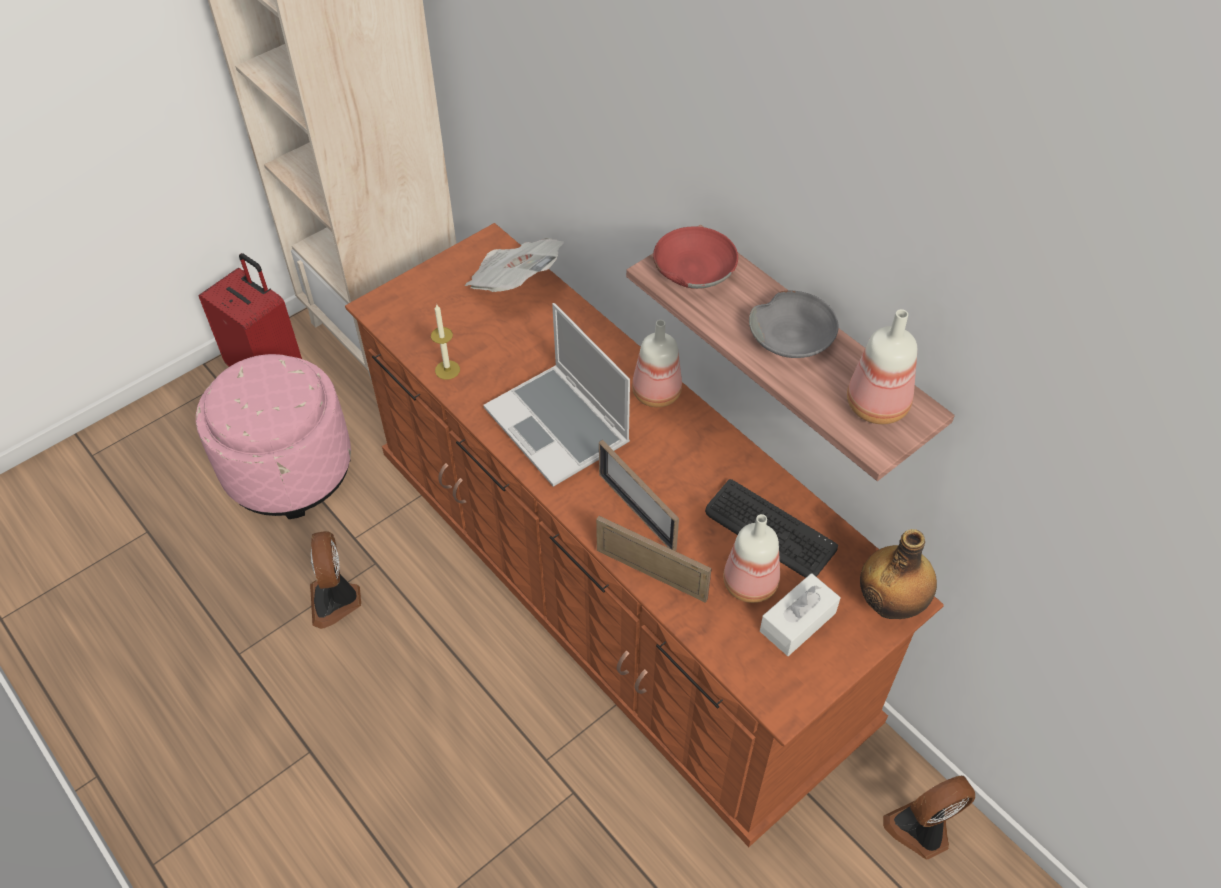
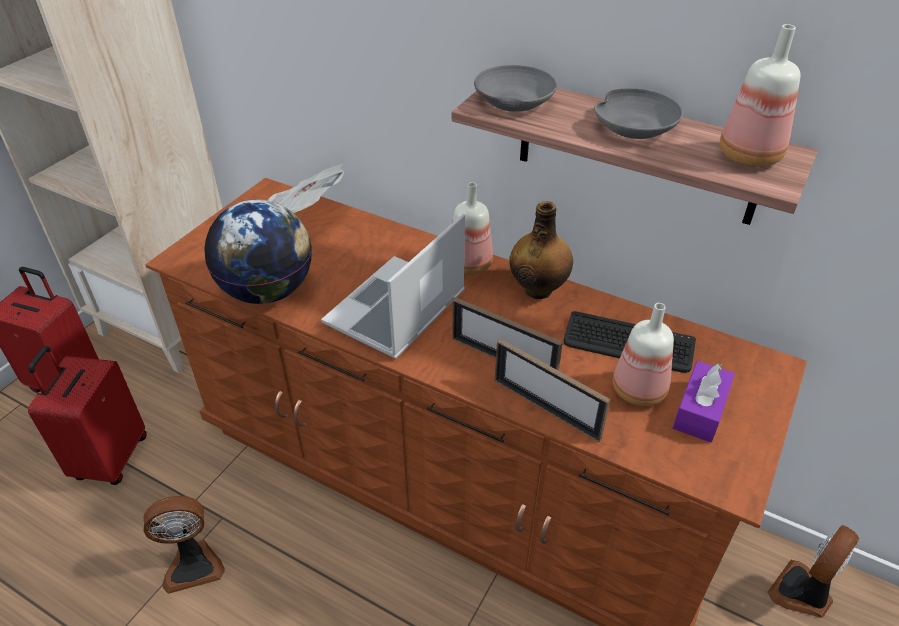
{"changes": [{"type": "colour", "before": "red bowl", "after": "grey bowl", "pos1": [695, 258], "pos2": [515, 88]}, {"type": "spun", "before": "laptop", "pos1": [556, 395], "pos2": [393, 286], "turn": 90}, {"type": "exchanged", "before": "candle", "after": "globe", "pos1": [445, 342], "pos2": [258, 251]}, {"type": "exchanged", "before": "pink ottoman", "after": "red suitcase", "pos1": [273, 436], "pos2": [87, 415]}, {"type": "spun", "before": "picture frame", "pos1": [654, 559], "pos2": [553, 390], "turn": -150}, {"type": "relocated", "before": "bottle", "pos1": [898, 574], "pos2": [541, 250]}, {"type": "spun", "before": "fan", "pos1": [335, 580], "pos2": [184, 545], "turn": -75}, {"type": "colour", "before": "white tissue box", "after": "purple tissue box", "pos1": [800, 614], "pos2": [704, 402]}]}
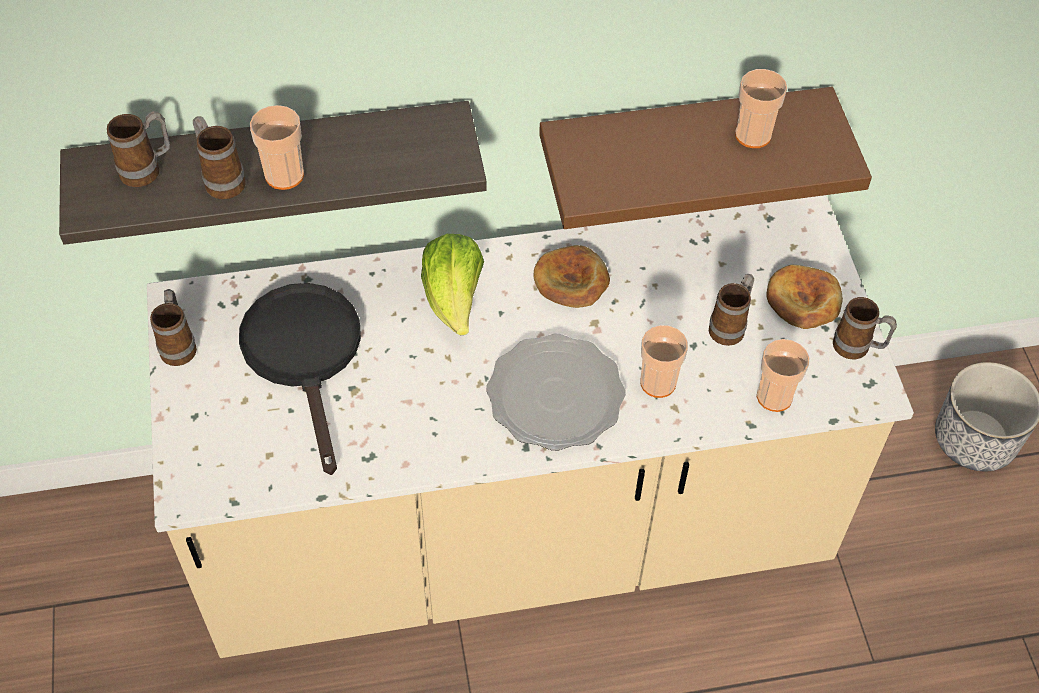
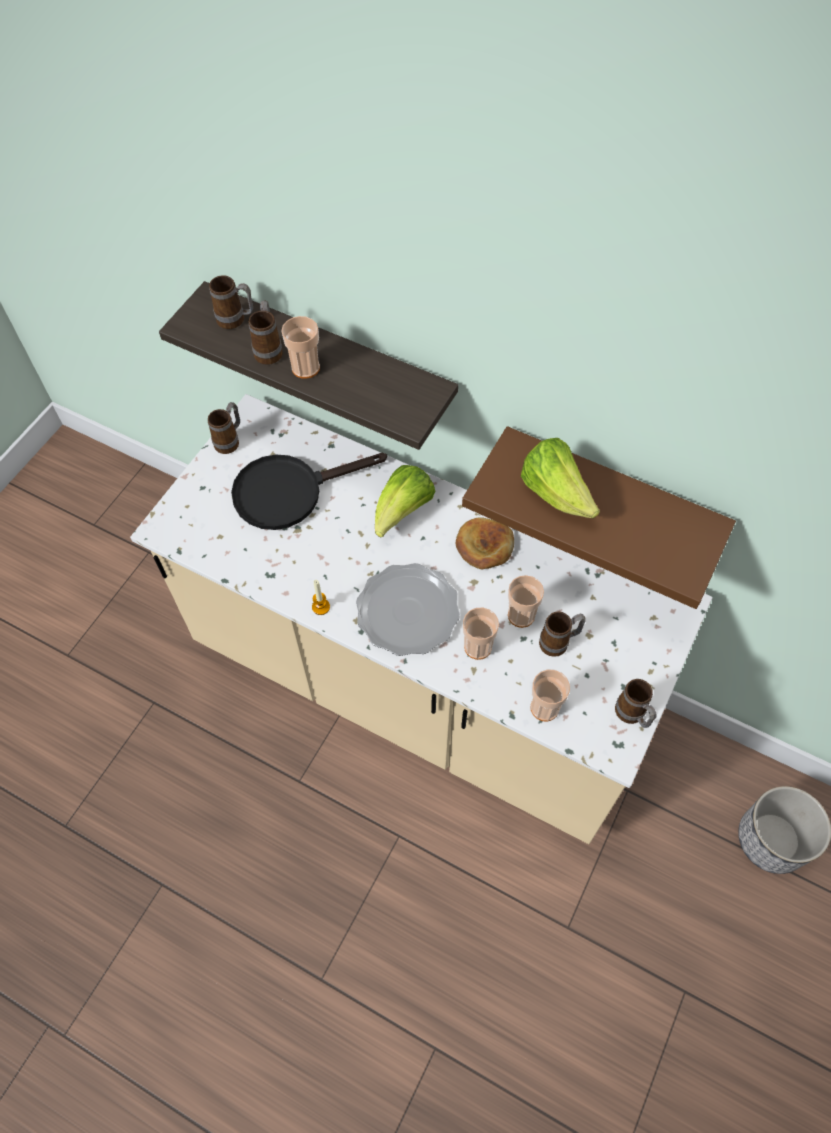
{"changes": [{"type": "relocated", "before": "cup", "pos1": [761, 108], "pos2": [526, 601]}, {"type": "missing", "before": "bread", "pos1": [804, 296]}, {"type": "spun", "before": "black frying pan", "pos1": [300, 379], "pos2": [309, 491], "turn": -135}, {"type": "appeared", "after": "lettuce", "pos2": [560, 478]}, {"type": "appeared", "after": "candle", "pos2": [321, 597]}]}
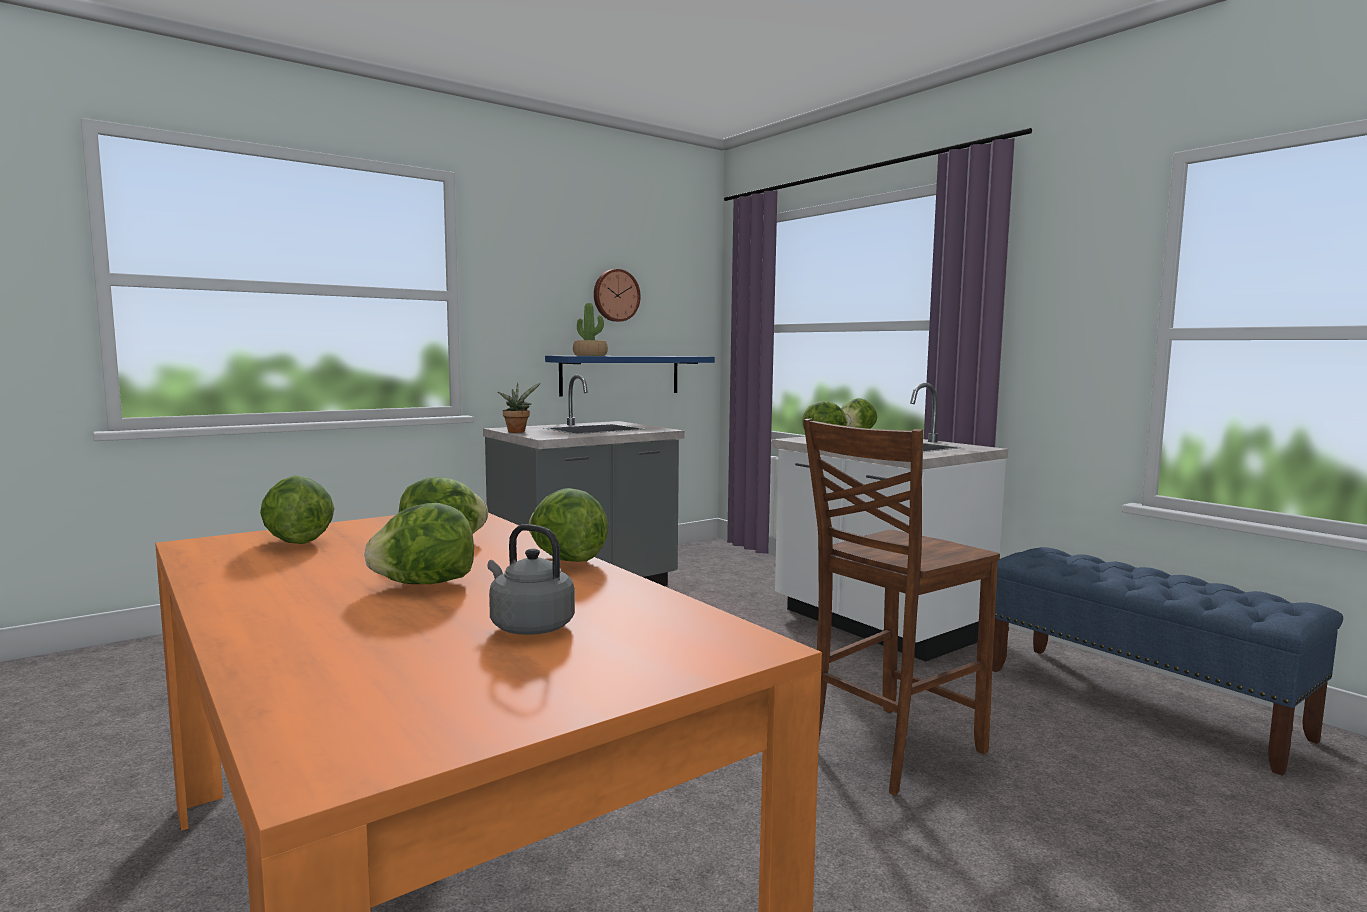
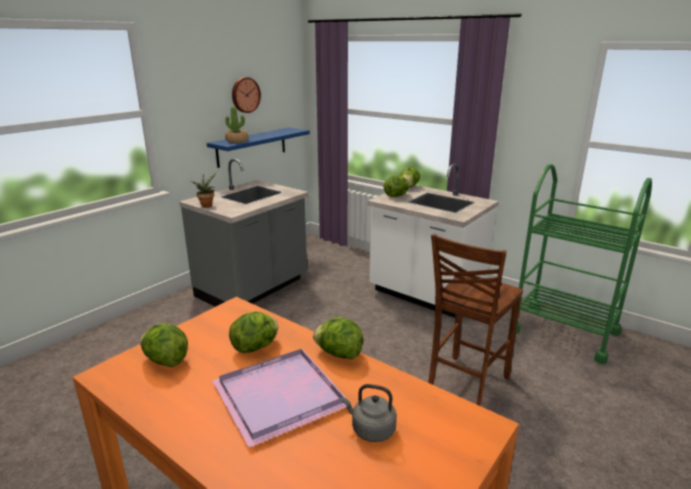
{"changes": [{"type": "exchanged", "before": "lettuce", "after": "purple tray", "pos1": [419, 543], "pos2": [282, 398]}, {"type": "exchanged", "before": "blue bench", "after": "green cart", "pos1": [1167, 661], "pos2": [584, 264]}]}
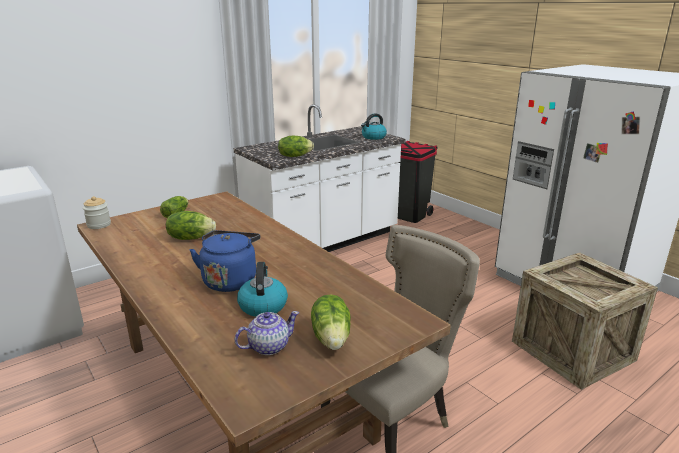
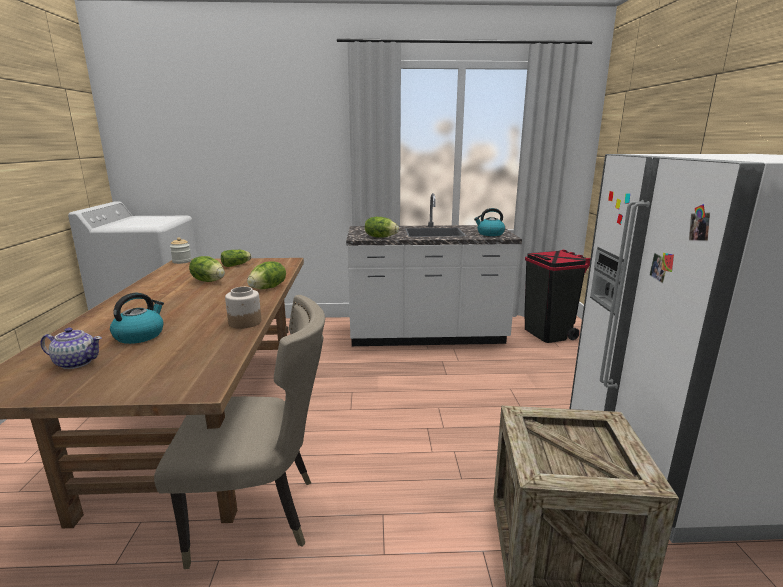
{"changes": [{"type": "missing", "before": "blue kettle", "pos1": [225, 261]}, {"type": "relocated", "before": "lettuce", "pos1": [331, 322], "pos2": [266, 275]}, {"type": "appeared", "after": "jar", "pos2": [243, 308]}]}
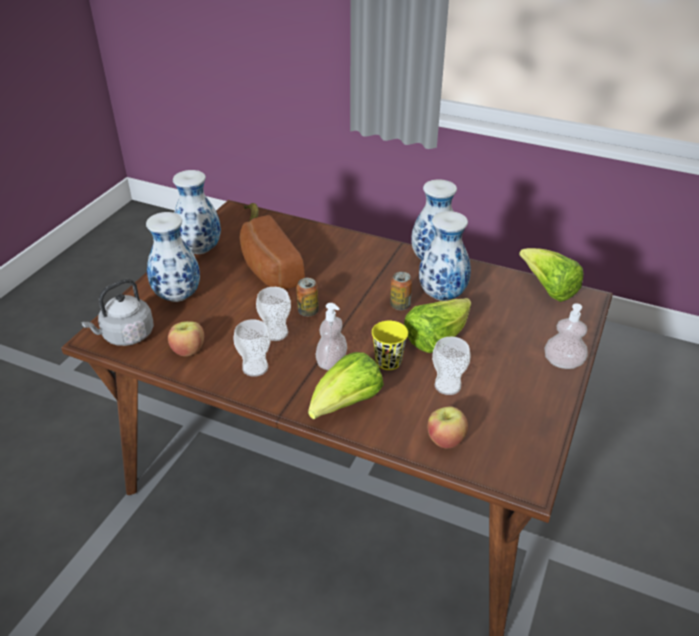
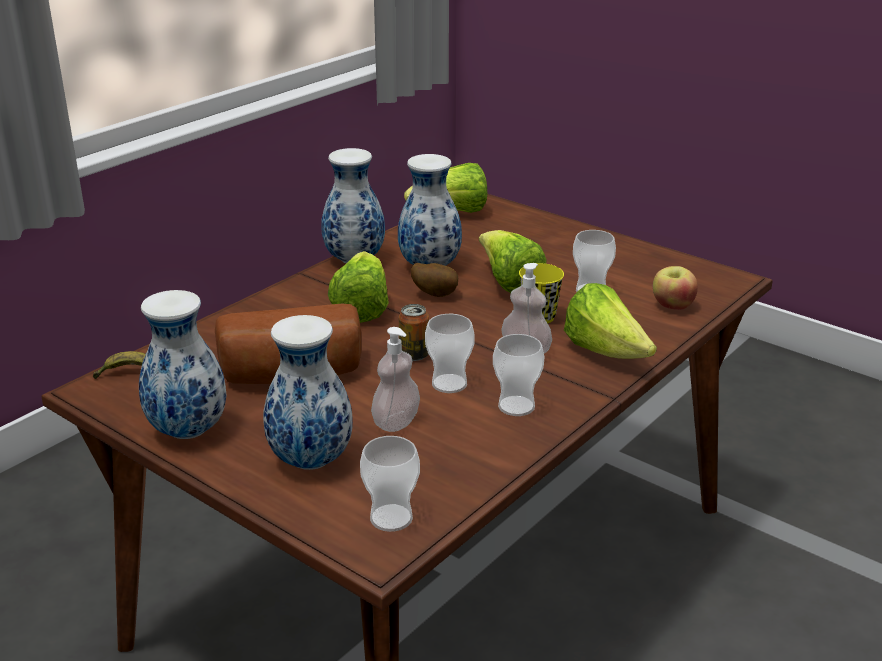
{"changes": [{"type": "exchanged", "before": "can", "after": "potato", "pos1": [401, 291], "pos2": [434, 280]}, {"type": "exchanged", "before": "grey kettle", "after": "cup", "pos1": [118, 312], "pos2": [390, 484]}, {"type": "relocated", "before": "soap dispenser", "pos1": [566, 336], "pos2": [395, 379]}, {"type": "missing", "before": "apple", "pos1": [186, 338]}, {"type": "appeared", "after": "lettuce", "pos2": [358, 287]}]}
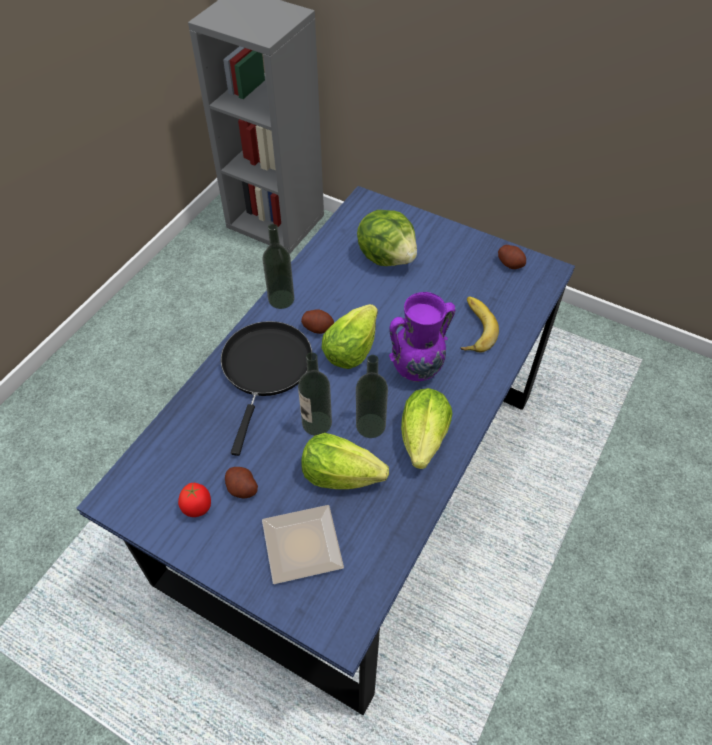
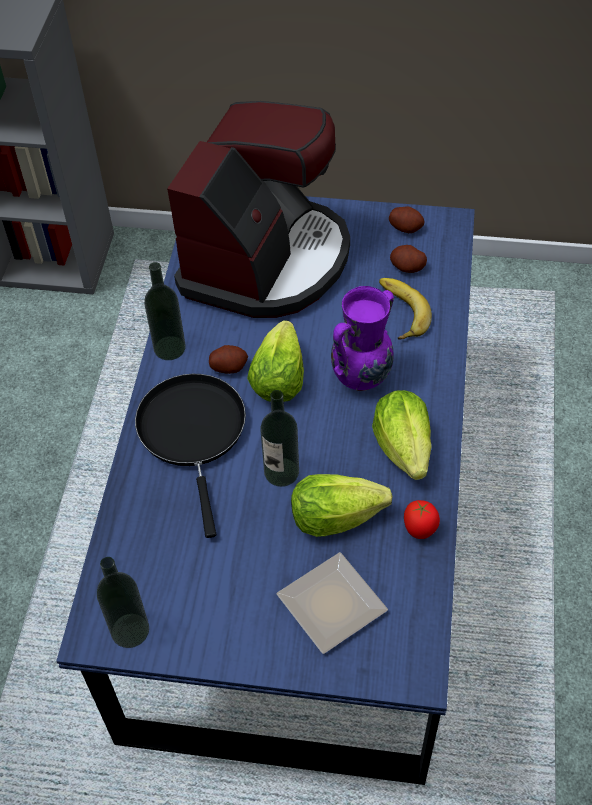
{"changes": [{"type": "exchanged", "before": "lettuce", "after": "coffee machine", "pos1": [387, 238], "pos2": [258, 209]}, {"type": "relocated", "before": "bottle", "pos1": [372, 396], "pos2": [123, 602]}, {"type": "relocated", "before": "potato", "pos1": [241, 483], "pos2": [408, 259]}, {"type": "relocated", "before": "tomato", "pos1": [194, 500], "pos2": [422, 519]}]}
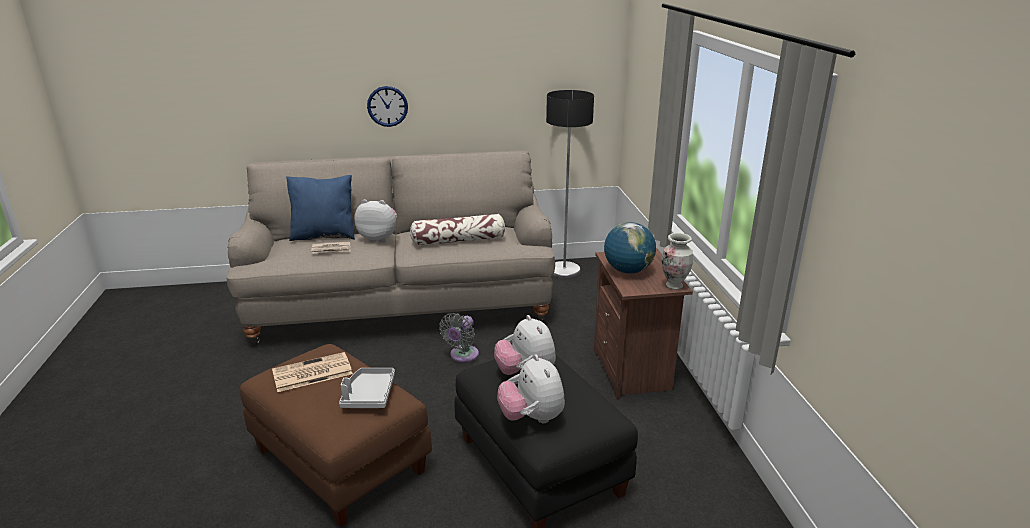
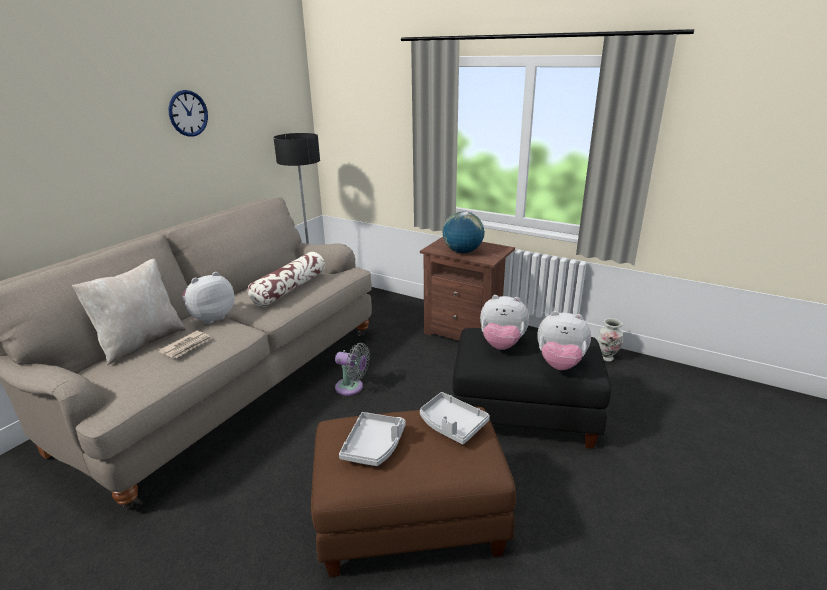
{"changes": [{"type": "relocated", "before": "wall clock", "pos1": [387, 106], "pos2": [188, 113]}, {"type": "colour", "before": "blue pillow", "after": "beige pillow", "pos1": [320, 208], "pos2": [129, 312]}, {"type": "relocated", "before": "vase", "pos1": [677, 261], "pos2": [610, 340]}, {"type": "spun", "before": "grey fan", "pos1": [459, 337], "pos2": [352, 369], "turn": -45}, {"type": "exchanged", "before": "newspaper", "after": "grey tray", "pos1": [312, 372], "pos2": [372, 439]}]}
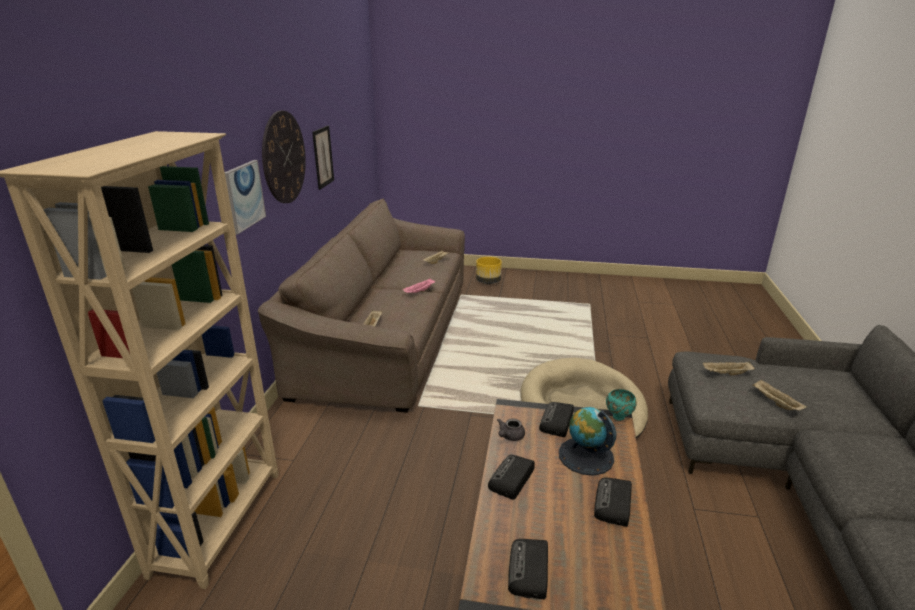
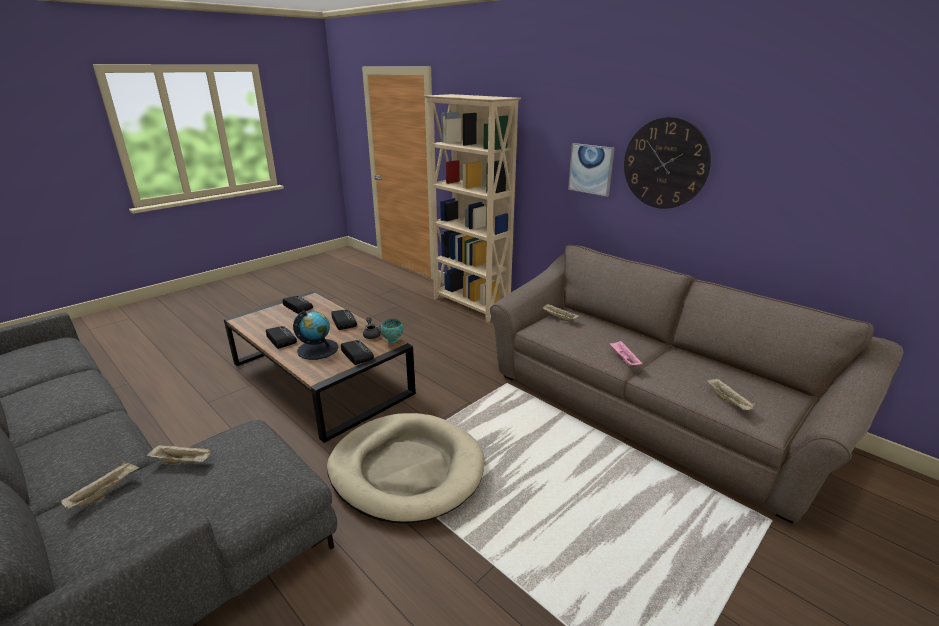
{"changes": [{"type": "missing", "before": "picture", "pos1": [323, 158]}, {"type": "missing", "before": "yellow planter", "pos1": [489, 270]}, {"type": "relocated", "before": "beige tray", "pos1": [729, 368], "pos2": [100, 485]}, {"type": "relocated", "before": "turquoise bowl", "pos1": [621, 405], "pos2": [391, 331]}]}
